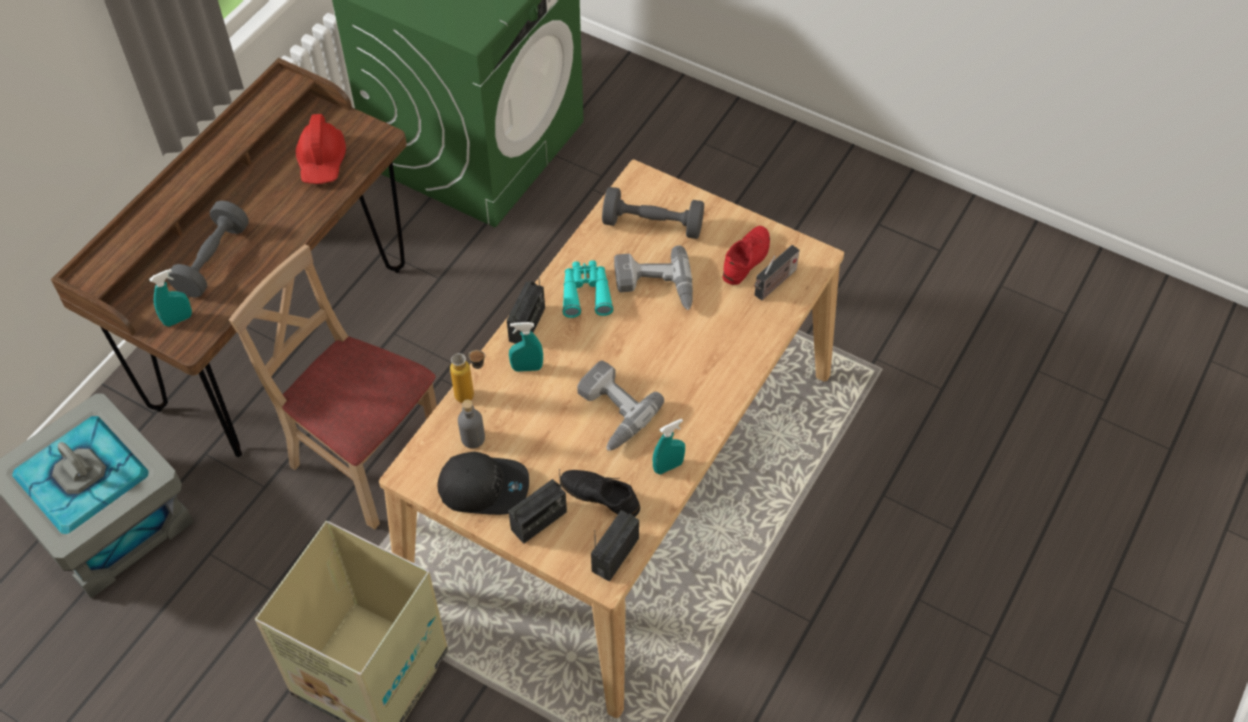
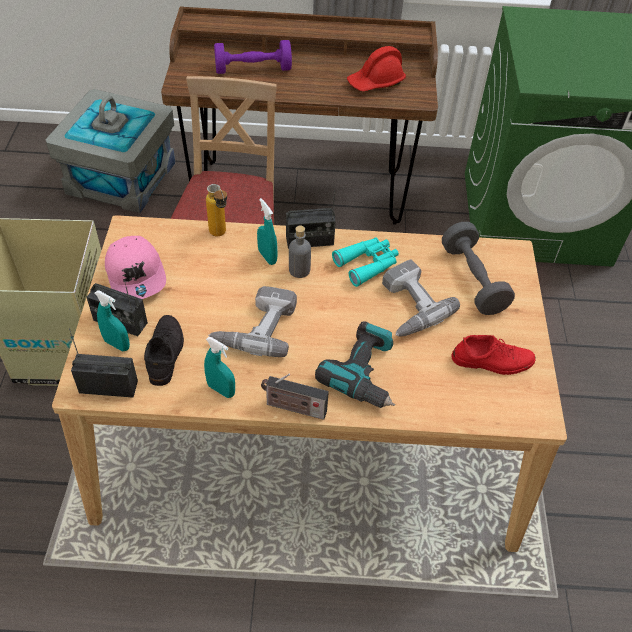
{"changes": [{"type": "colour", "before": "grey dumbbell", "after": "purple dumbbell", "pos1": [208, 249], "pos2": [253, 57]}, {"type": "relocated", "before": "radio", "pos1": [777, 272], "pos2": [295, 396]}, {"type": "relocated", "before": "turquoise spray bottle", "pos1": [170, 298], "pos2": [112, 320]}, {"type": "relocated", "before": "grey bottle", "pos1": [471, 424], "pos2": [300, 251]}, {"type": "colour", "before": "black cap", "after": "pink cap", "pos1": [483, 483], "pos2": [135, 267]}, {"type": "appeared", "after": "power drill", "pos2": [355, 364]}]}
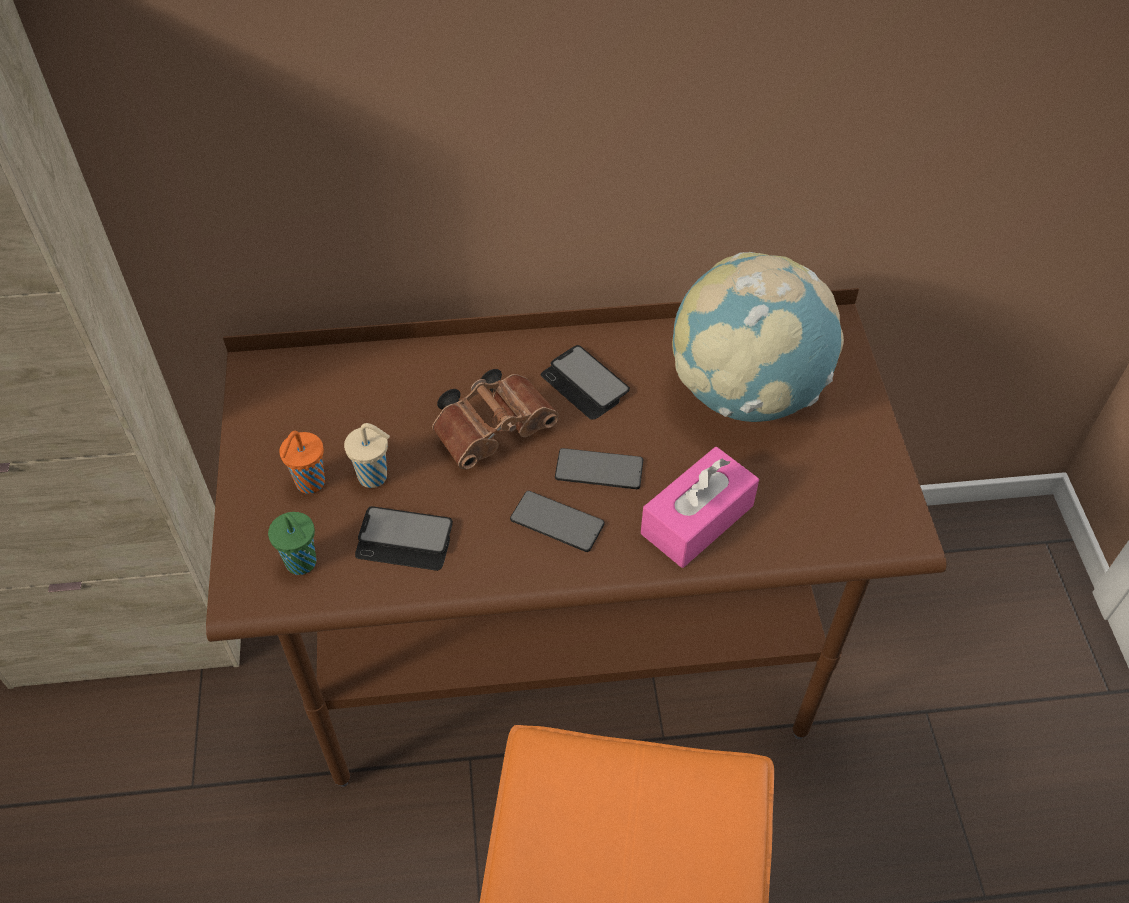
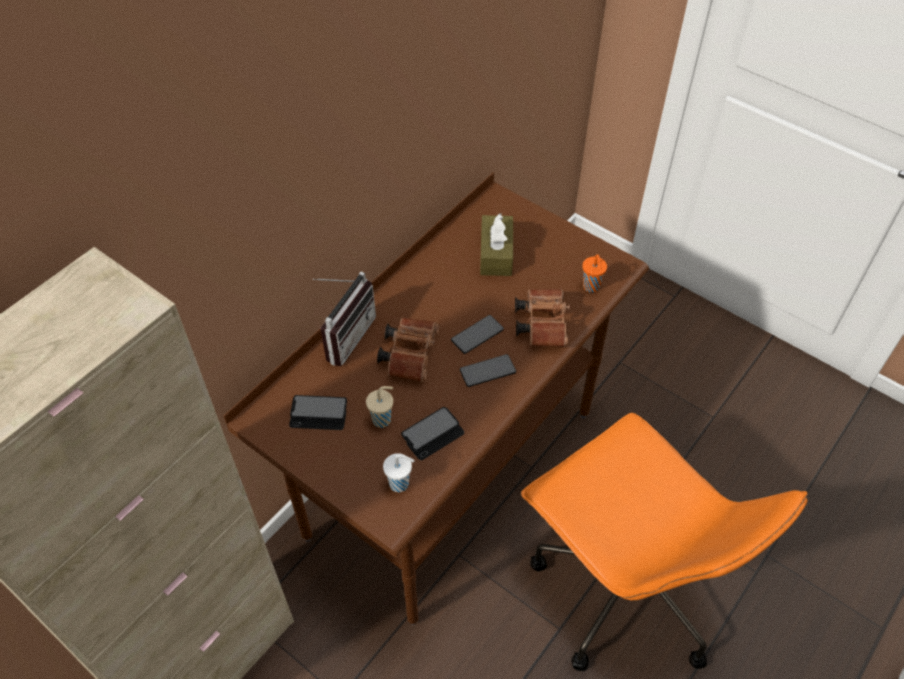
{"changes": [{"type": "exchanged", "before": "globe", "after": "brown tissue box", "pos1": [758, 337], "pos2": [496, 244]}, {"type": "relocated", "before": "phone", "pos1": [585, 382], "pos2": [318, 412]}, {"type": "relocated", "before": "orange cup", "pos1": [302, 462], "pos2": [595, 273]}, {"type": "exchanged", "before": "pink tissue box", "after": "brown binoculars", "pos1": [700, 507], "pos2": [542, 318]}, {"type": "colour", "before": "green cup", "after": "white cup", "pos1": [292, 543], "pos2": [399, 472]}, {"type": "appeared", "after": "radio", "pos2": [344, 319]}]}
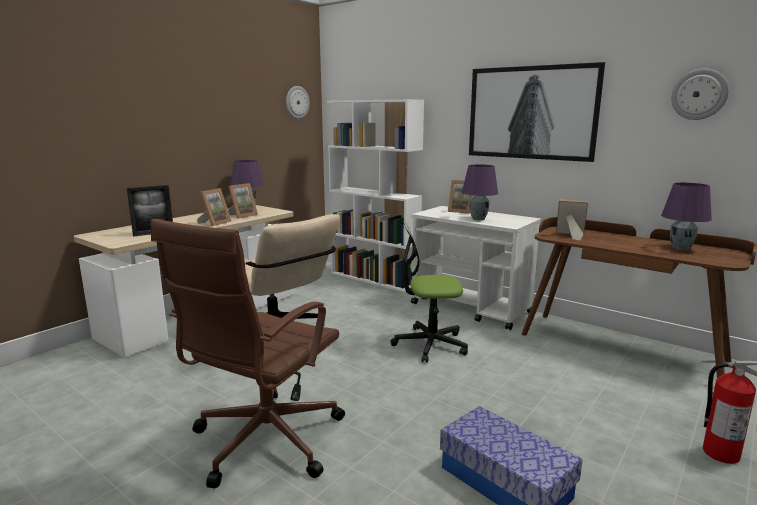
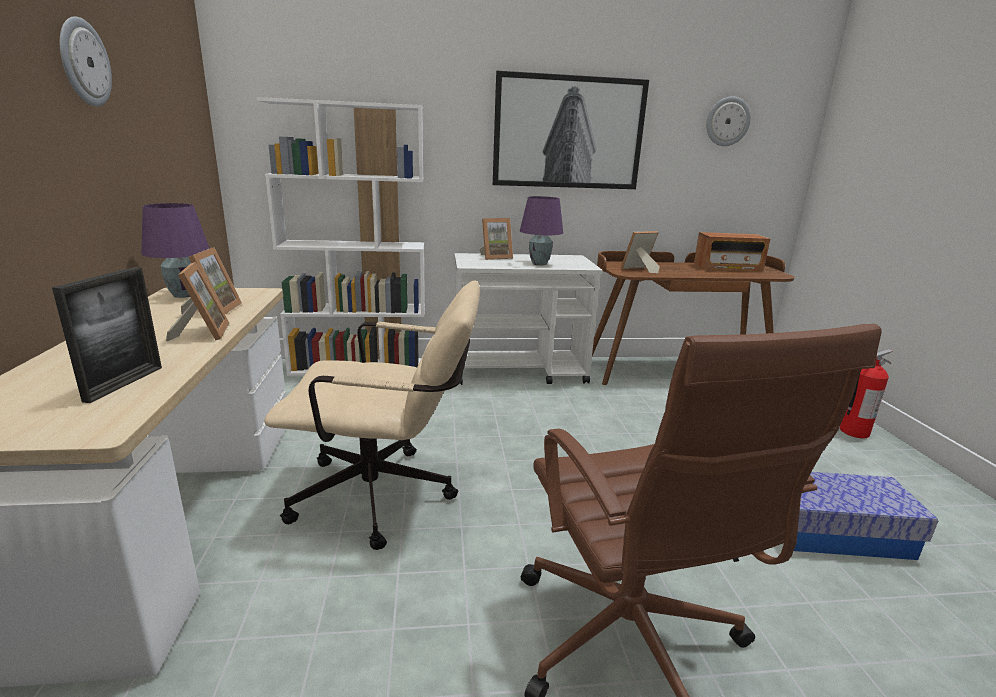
{"changes": [{"type": "relocated", "before": "wall clock", "pos1": [298, 102], "pos2": [86, 61]}, {"type": "exchanged", "before": "purple table lamp", "after": "radio", "pos1": [686, 217], "pos2": [732, 252]}, {"type": "missing", "before": "office chair", "pos1": [429, 292]}]}
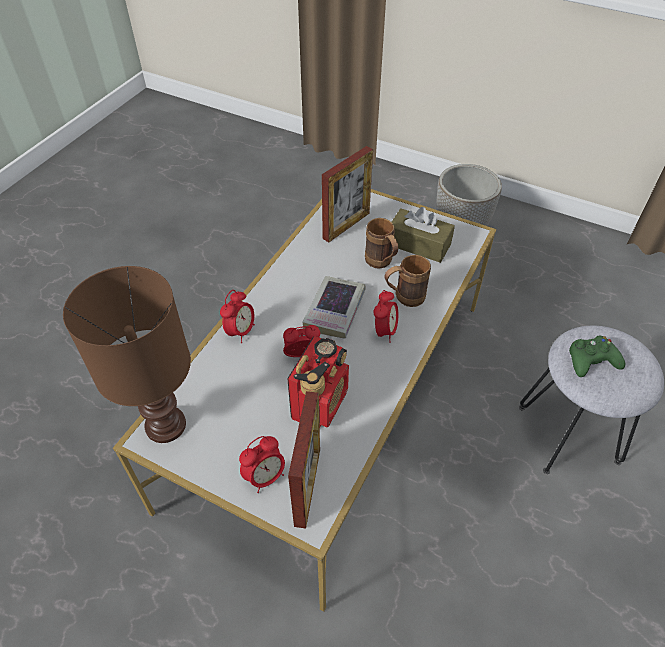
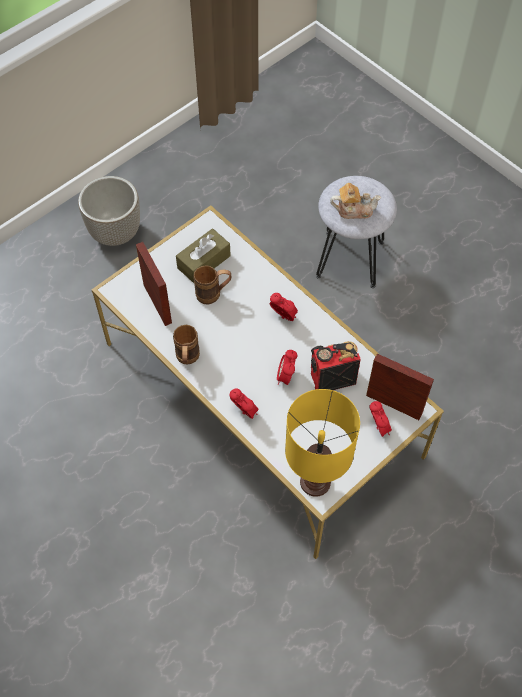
{"changes": [{"type": "relocated", "before": "brown mug", "pos1": [407, 281], "pos2": [186, 345]}, {"type": "colour", "before": "brown table lamp", "after": "yellow table lamp", "pos1": [127, 354], "pos2": [322, 443]}, {"type": "missing", "before": "book", "pos1": [334, 307]}, {"type": "spun", "before": "radio", "pos1": [318, 381], "pos2": [336, 365], "turn": -60}, {"type": "exchanged", "before": "green game controller", "after": "teapot", "pos1": [597, 356], "pos2": [355, 201]}]}
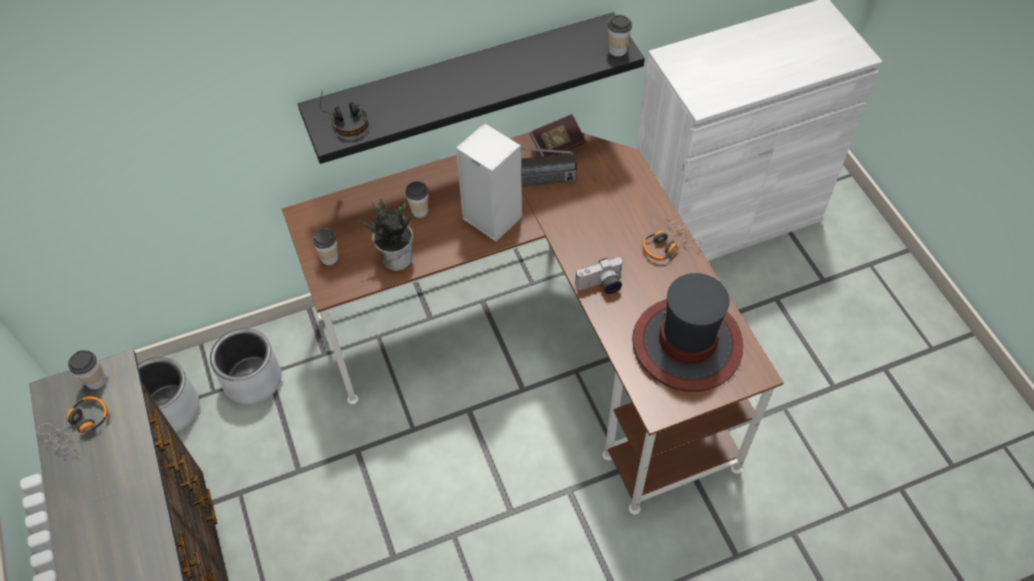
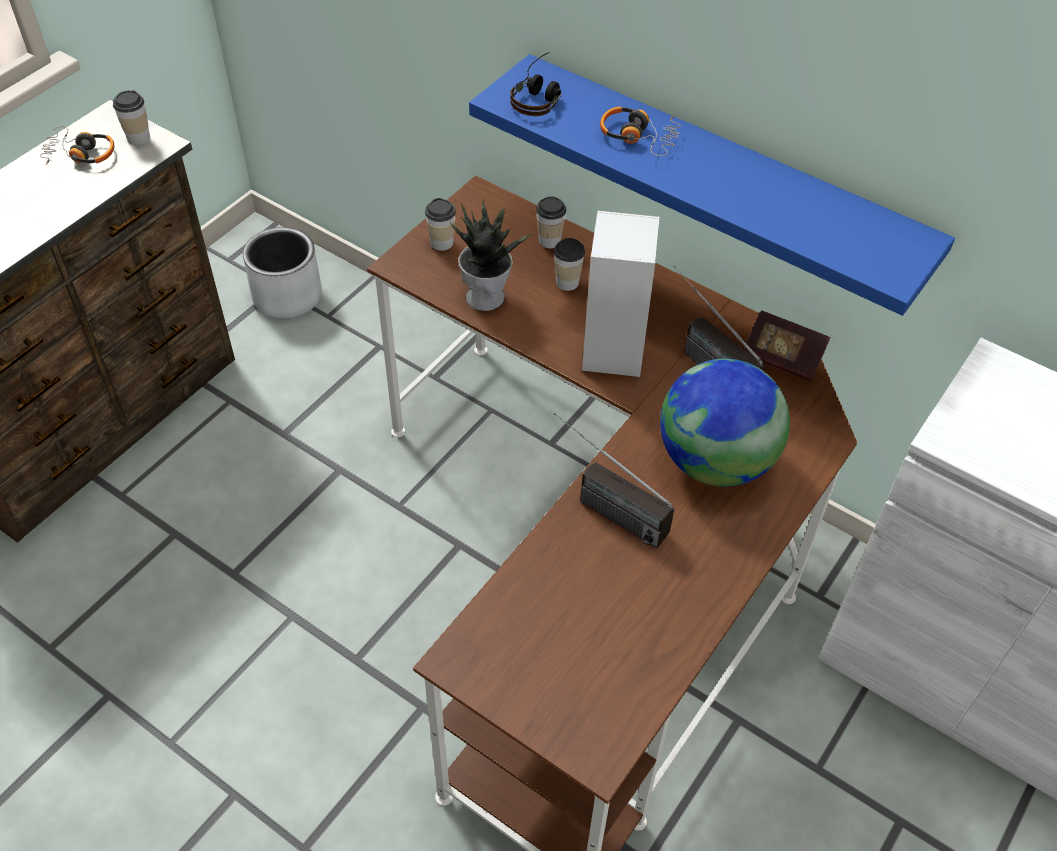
{"changes": [{"type": "colour", "before": "black shelf", "after": "blue shelf", "pos1": [471, 88], "pos2": [712, 185]}, {"type": "relocated", "before": "cup", "pos1": [620, 36], "pos2": [551, 222]}, {"type": "relocated", "before": "headphones", "pos1": [672, 240], "pos2": [640, 131]}, {"type": "exchanged", "before": "photo camera", "after": "radio", "pos1": [599, 275], "pos2": [614, 480]}, {"type": "missing", "before": "hat", "pos1": [687, 332]}, {"type": "missing", "before": "grey planter", "pos1": [246, 366]}, {"type": "appeared", "after": "globe", "pos2": [725, 422]}]}
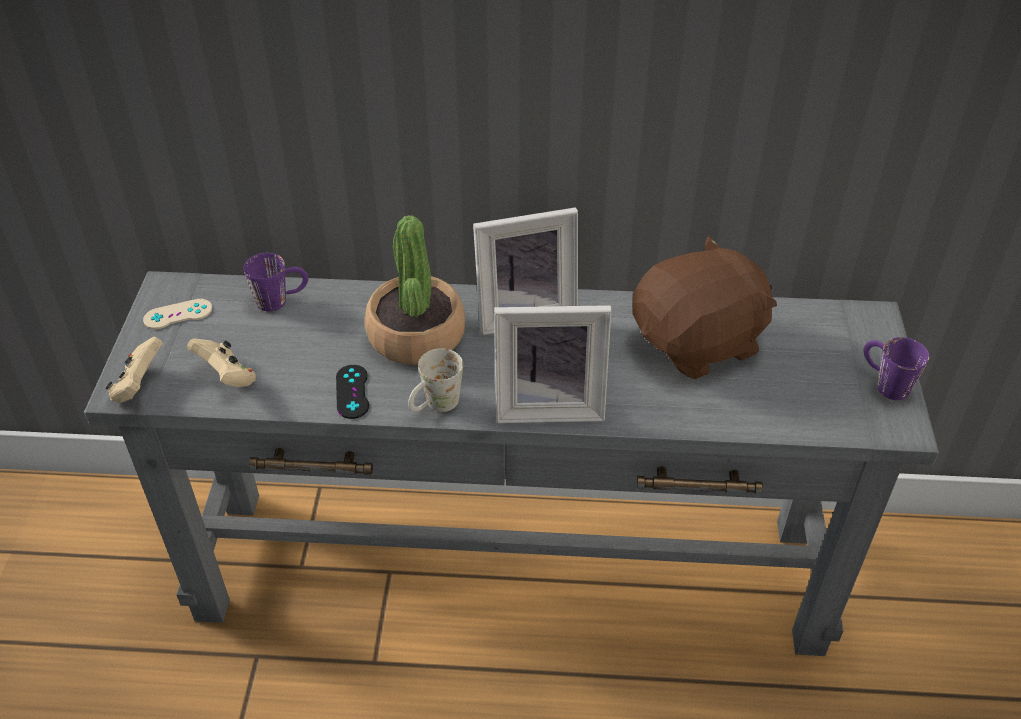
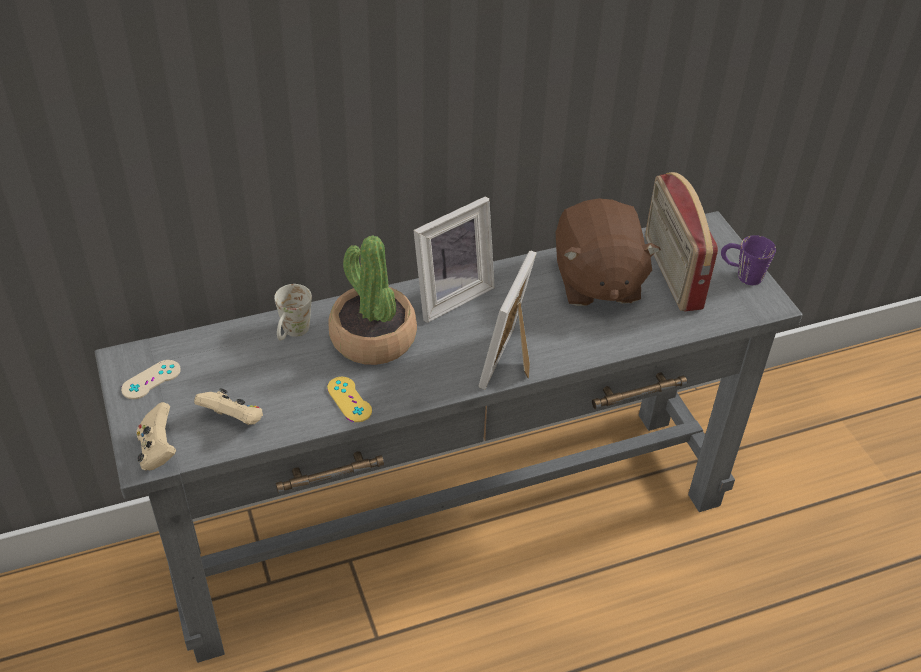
{"changes": [{"type": "spun", "before": "brown plush toy", "pos1": [704, 307], "pos2": [608, 252], "turn": 135}, {"type": "missing", "before": "purple mug", "pos1": [276, 282]}, {"type": "spun", "before": "picture frame", "pos1": [553, 364], "pos2": [507, 320], "turn": 135}, {"type": "relocated", "before": "white mug", "pos1": [435, 380], "pos2": [293, 312]}, {"type": "colour", "before": "black game controller", "after": "yellow game controller", "pos1": [352, 392], "pos2": [349, 399]}, {"type": "appeared", "after": "radio", "pos2": [681, 241]}]}
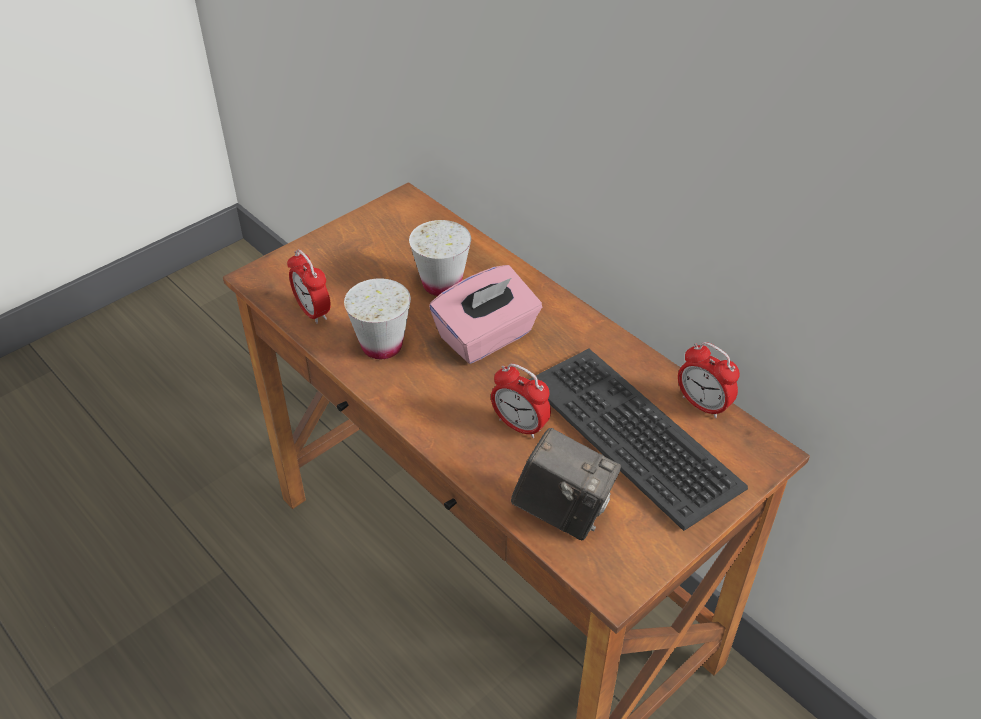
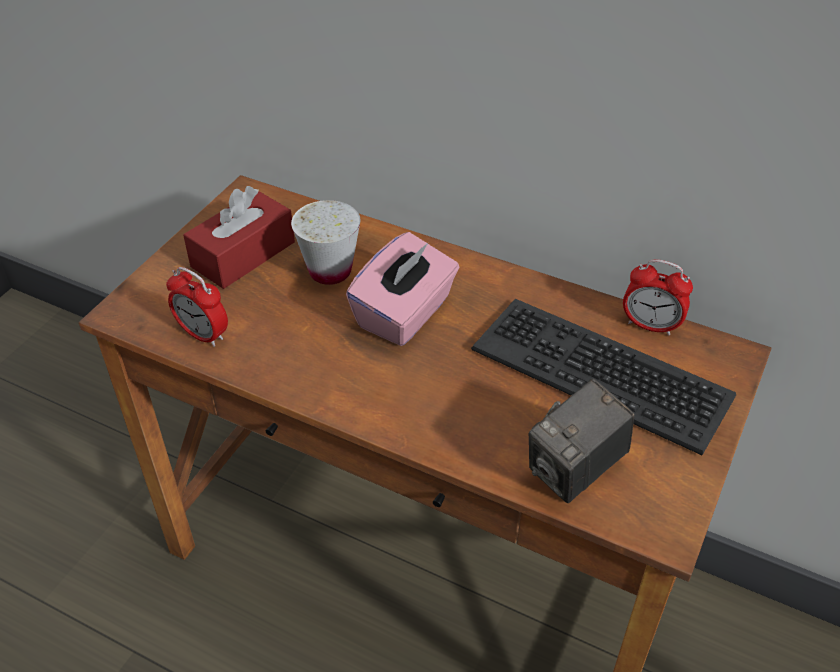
{"changes": [{"type": "missing", "before": "white cup", "pos1": [377, 318]}, {"type": "missing", "before": "alarm clock", "pos1": [521, 400]}, {"type": "spun", "before": "photo camera", "pos1": [566, 484], "pos2": [582, 440], "turn": 135}, {"type": "appeared", "after": "red tissue box", "pos2": [239, 237]}]}
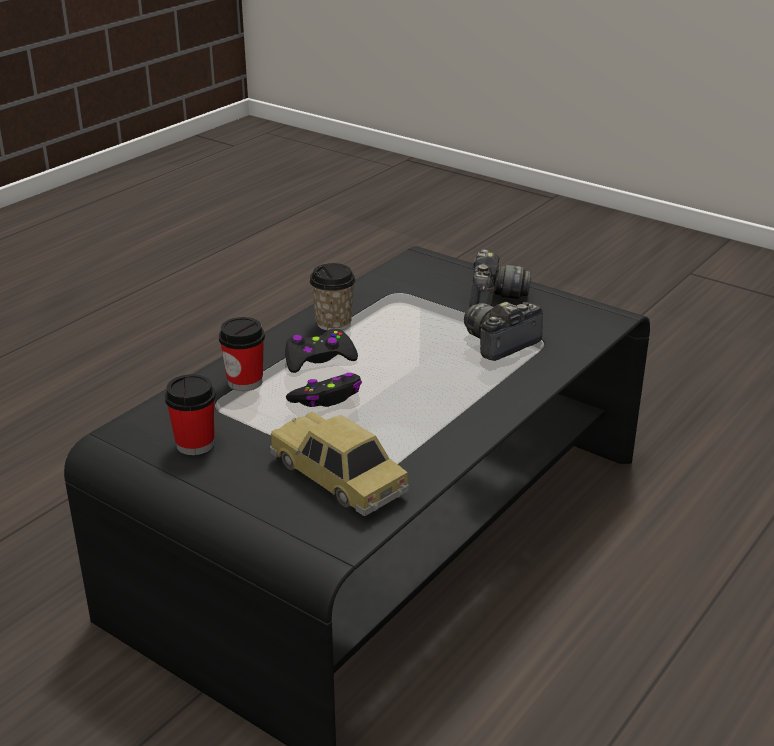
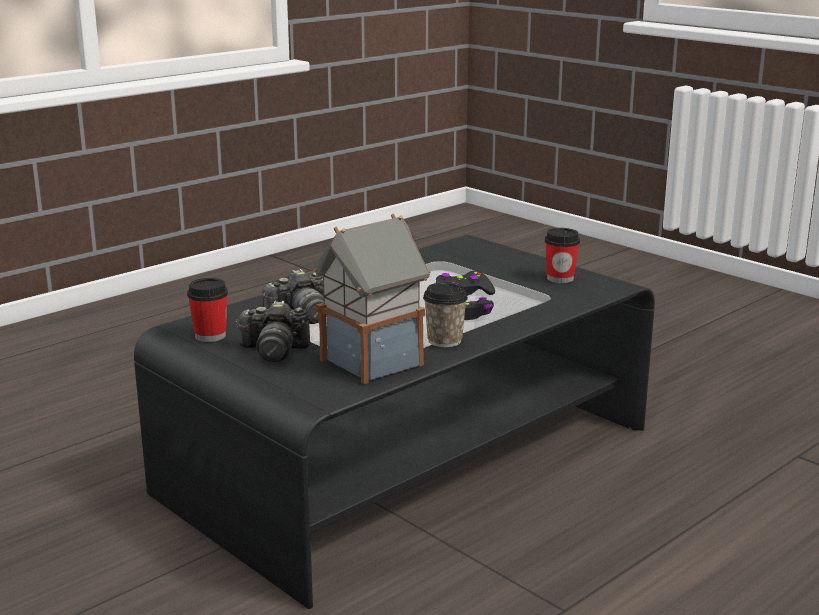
{"changes": [{"type": "spun", "before": "photo camera", "pos1": [500, 278], "pos2": [272, 331], "turn": -105}, {"type": "relocated", "before": "cup", "pos1": [242, 354], "pos2": [207, 310]}, {"type": "missing", "before": "toy car", "pos1": [339, 464]}, {"type": "appeared", "after": "toy house", "pos2": [371, 298]}]}
